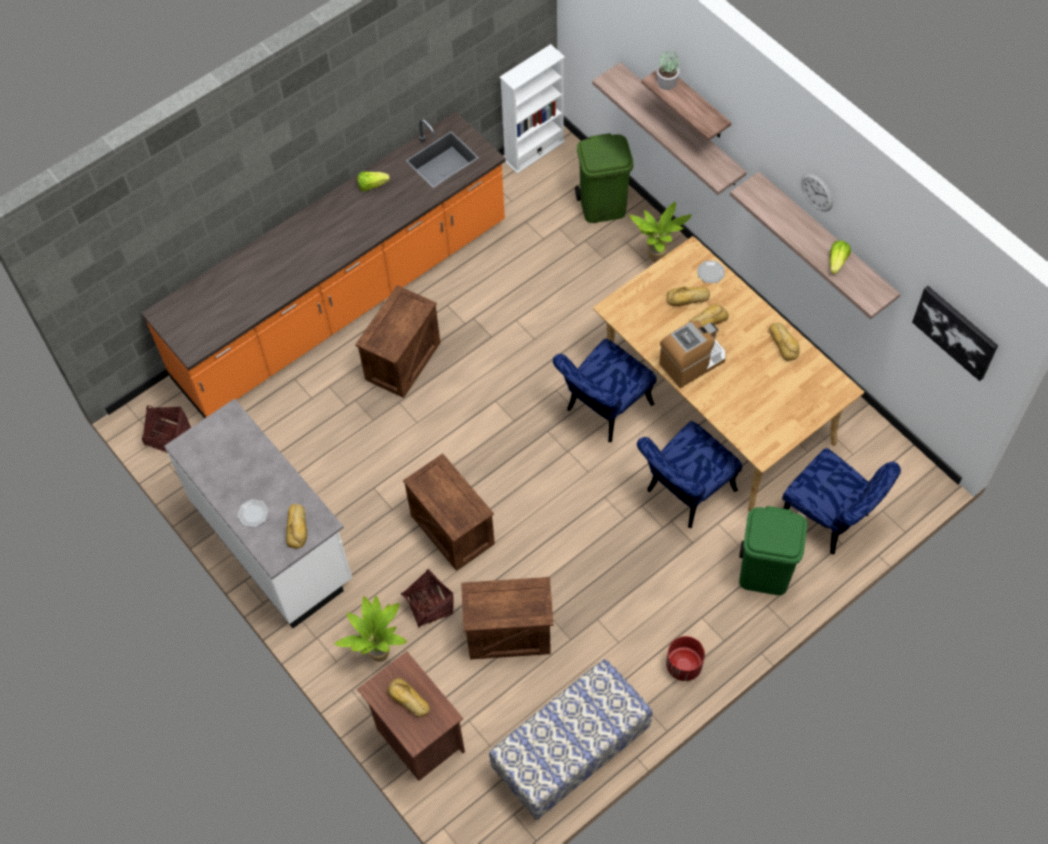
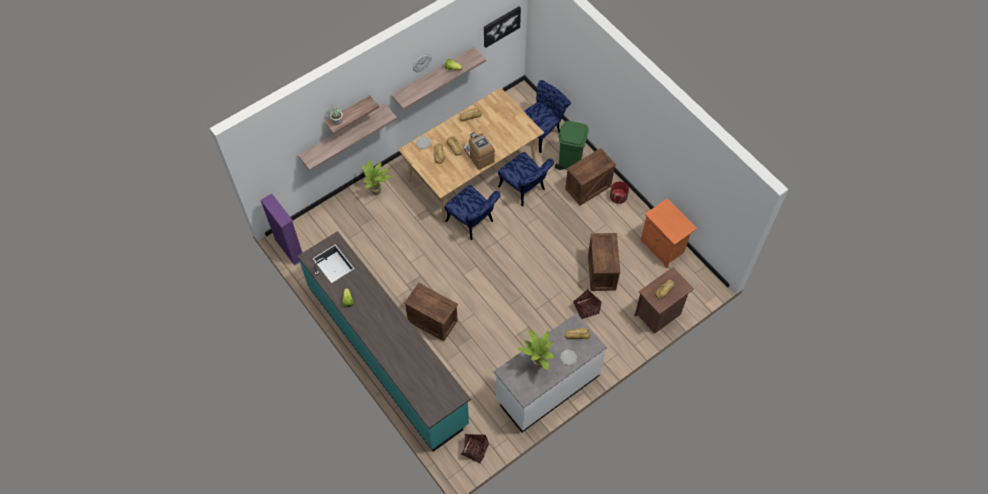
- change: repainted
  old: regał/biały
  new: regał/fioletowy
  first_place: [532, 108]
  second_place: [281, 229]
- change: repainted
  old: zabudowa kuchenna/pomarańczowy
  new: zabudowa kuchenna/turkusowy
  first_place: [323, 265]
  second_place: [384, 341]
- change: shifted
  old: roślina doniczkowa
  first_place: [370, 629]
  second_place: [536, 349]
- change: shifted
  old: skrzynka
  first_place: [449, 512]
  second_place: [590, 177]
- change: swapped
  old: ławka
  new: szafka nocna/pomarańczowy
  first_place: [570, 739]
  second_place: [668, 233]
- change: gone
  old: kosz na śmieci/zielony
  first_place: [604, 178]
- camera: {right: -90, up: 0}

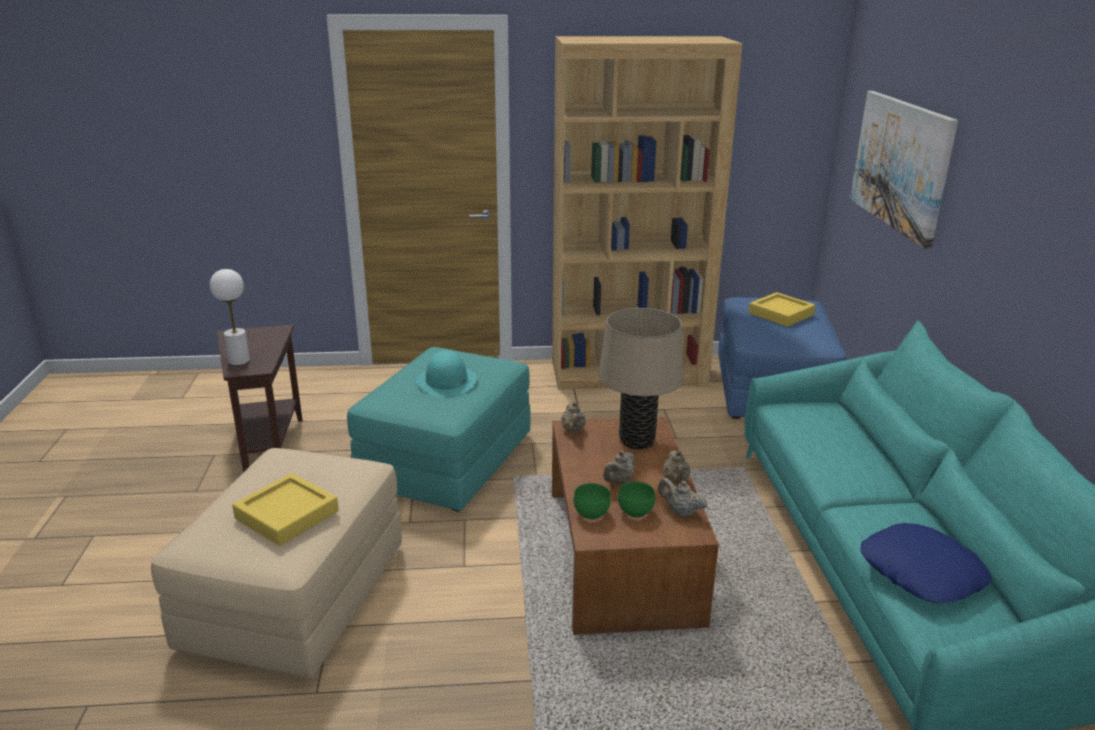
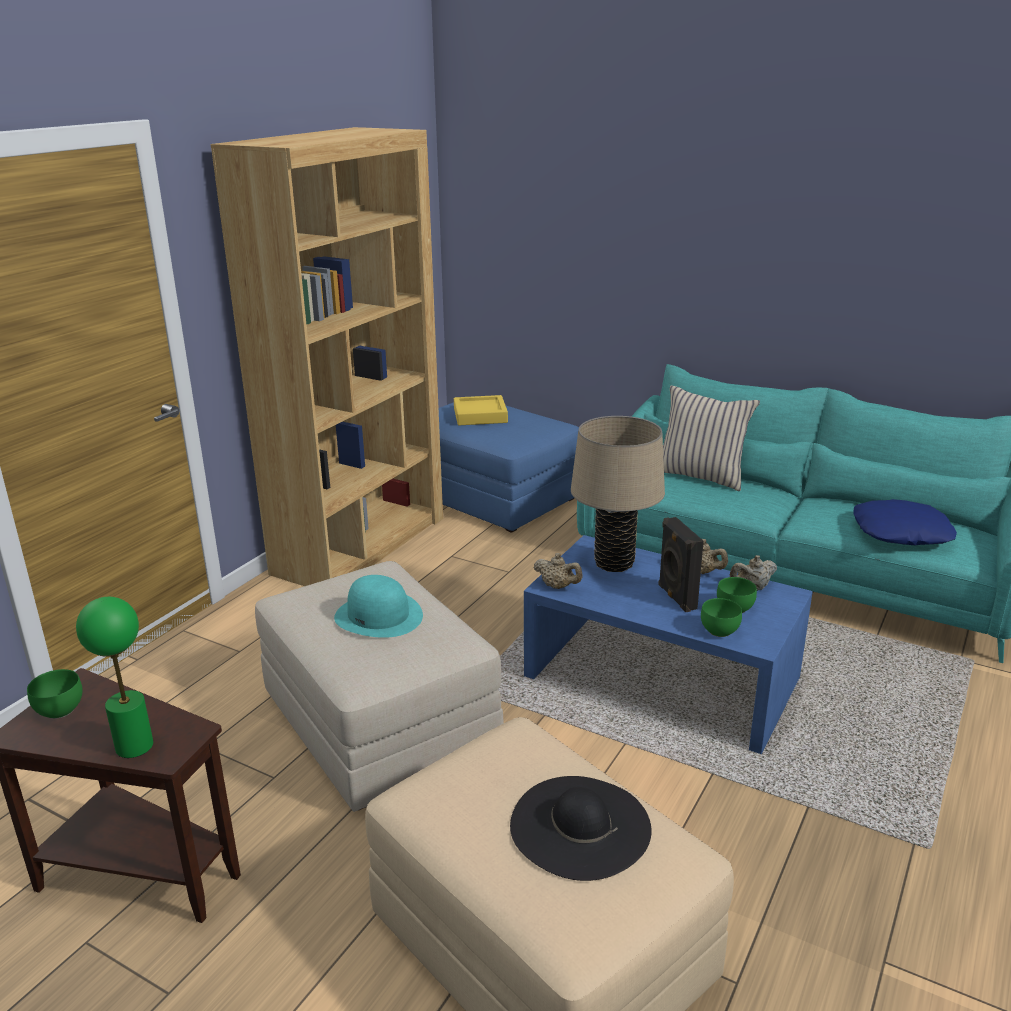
- change: new
  new: miska/zielony
  second_place: [55, 694]
- change: repainted
  old: lampa stołowa/biały
  new: lampa stołowa/zielony
  first_place: [230, 317]
  second_place: [114, 677]
- change: repainted
  old: pufa/turkusowy
  new: pufa/beżowy
  first_place: [439, 429]
  second_place: [379, 686]
- change: swapped
  old: taca/żółty
  new: kapelusz/czarny
  first_place: [285, 509]
  second_place: [580, 828]
- change: repainted
  old: ława/brązowy
  new: ława/niebieski
  first_place: [635, 526]
  second_place: [668, 644]
- change: swapped
  old: imbryk/beżowy
  new: głośnik/czarny
  first_place: [619, 467]
  second_place: [681, 564]
- change: new
  new: poduszka/beżowy
  second_place: [711, 438]
- change: gone
  old: obraz
  first_place: [904, 170]
- camera: {right: -55, up: 0}

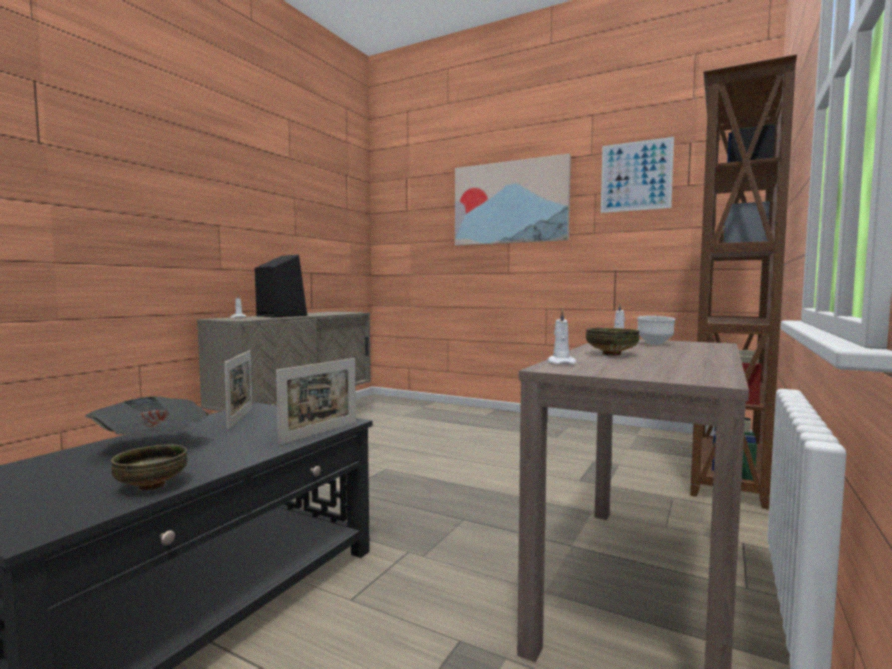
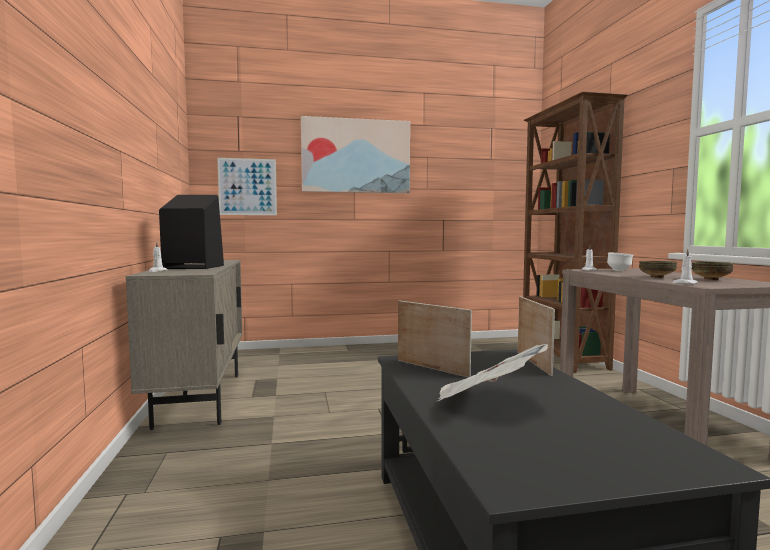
- change: shifted
  old: obraz
  first_place: [637, 175]
  second_place: [247, 186]
- change: shifted
  old: miska
  first_place: [149, 467]
  second_place: [712, 271]
- camera: {right: -40, up: 0}

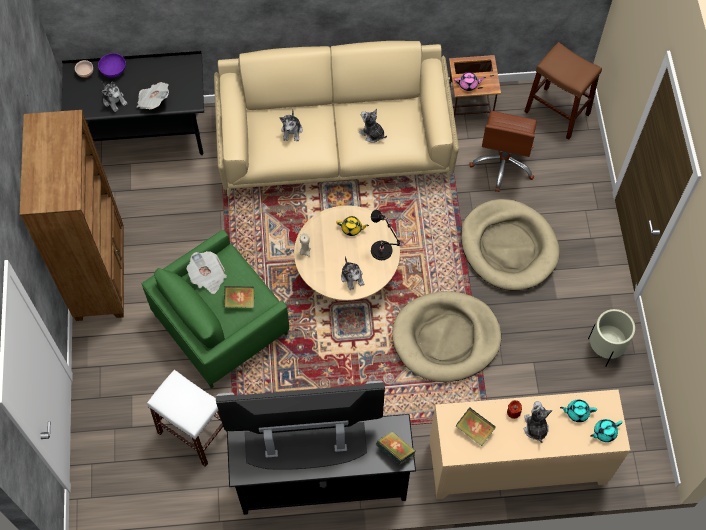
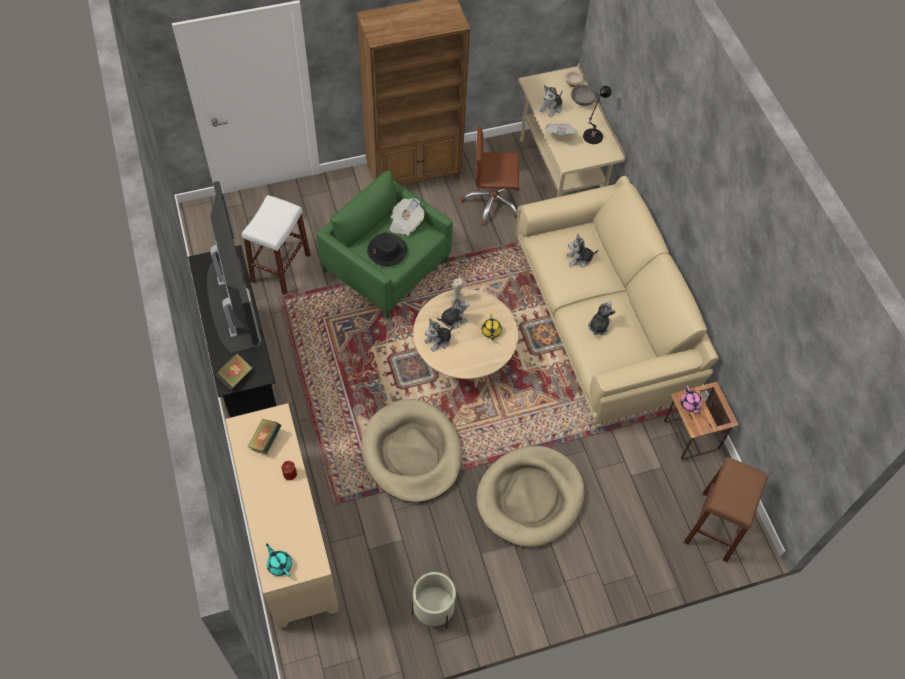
- change: swapped
  old: książka
  new: kapelusz/czarny
  first_place: [239, 297]
  second_place: [387, 249]
- change: shifted
  old: pluszak
  first_place: [538, 422]
  second_place: [453, 313]
- change: shifted
  old: krzesło biurowe/brązowy
  first_place: [503, 151]
  second_place: [490, 176]
- change: repainted
  old: biurko/czarny
  new: biurko/beżowy
  first_place: [133, 103]
  second_place: [572, 130]
- change: repainted
  old: miska/fioletowy
  new: miska/szary
  first_place: [112, 65]
  second_place: [584, 95]
- change: shifted
  old: lampa stołowa/czarny
  first_place: [387, 235]
  second_place: [597, 115]
- change: gone
  old: imbryk/turkusowy
  first_place: [578, 410]
- camera: {right: 75, up: -5}

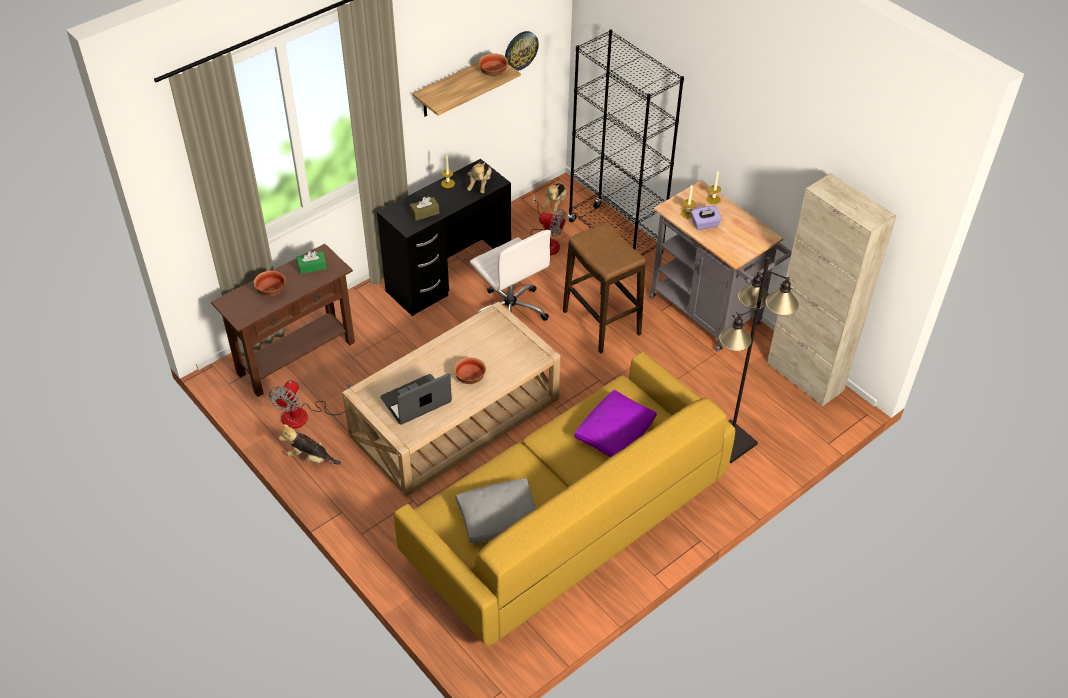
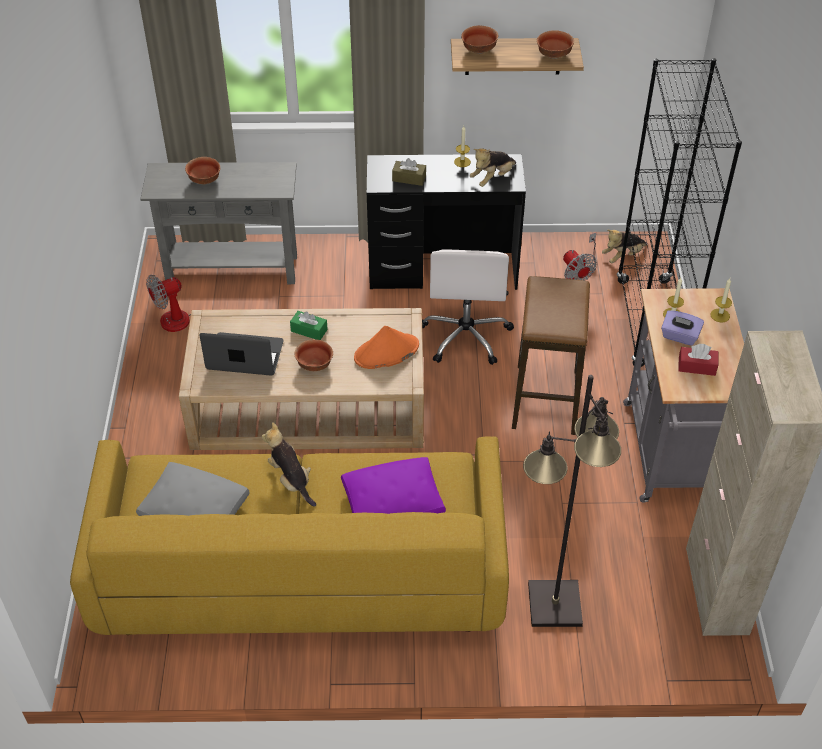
- change: repainted
  old: stolik konsolowy/brązowy
  new: stolik konsolowy/szary
  first_place: [283, 320]
  second_place: [219, 223]
- change: shifted
  old: pluszak
  first_place: [310, 444]
  second_place: [289, 464]
- change: shifted
  old: pudełko chusteczek/zielony
  first_place: [311, 262]
  second_place: [309, 325]
- change: new
  new: kapelusz/pomarańczowy
  second_place: [386, 347]
- change: new
  new: miska
  second_place: [479, 40]
- change: new
  new: pudełko chusteczek/czerwony
  second_place: [698, 360]
- change: gone
  old: zegar ścienny
  first_place: [522, 51]
- camera: {right: 40, up: 0}

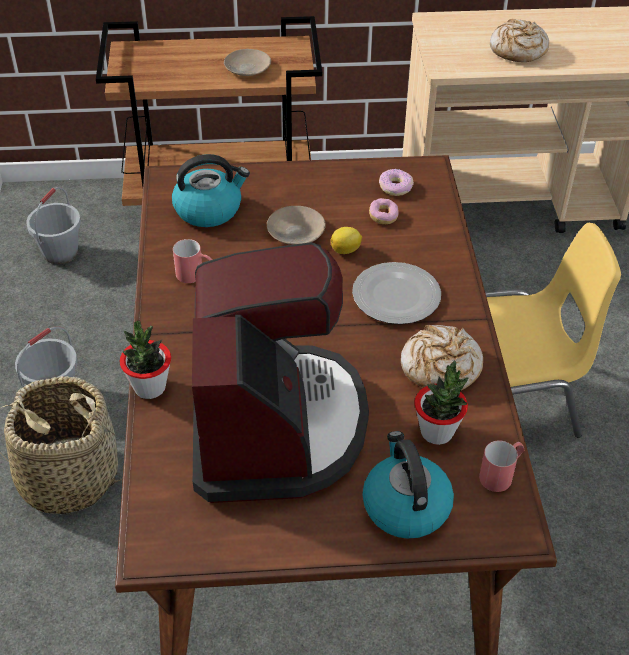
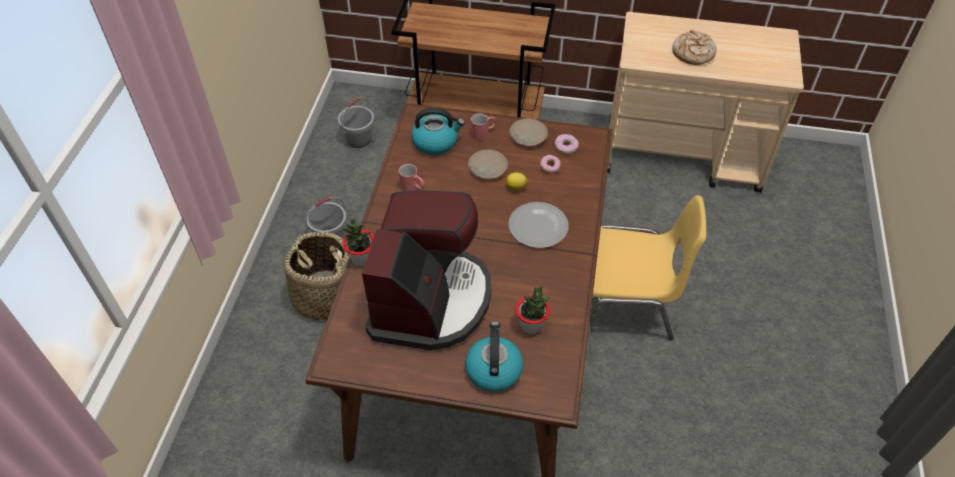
- change: shifted
  old: kubek/czerwony
  first_place: [501, 466]
  second_place: [483, 127]
- change: shifted
  old: talerz/beżowy
  first_place: [247, 62]
  second_place: [528, 132]
- change: gone
  old: chleb
  first_place: [442, 357]
- camera: {right: 15, up: 5}

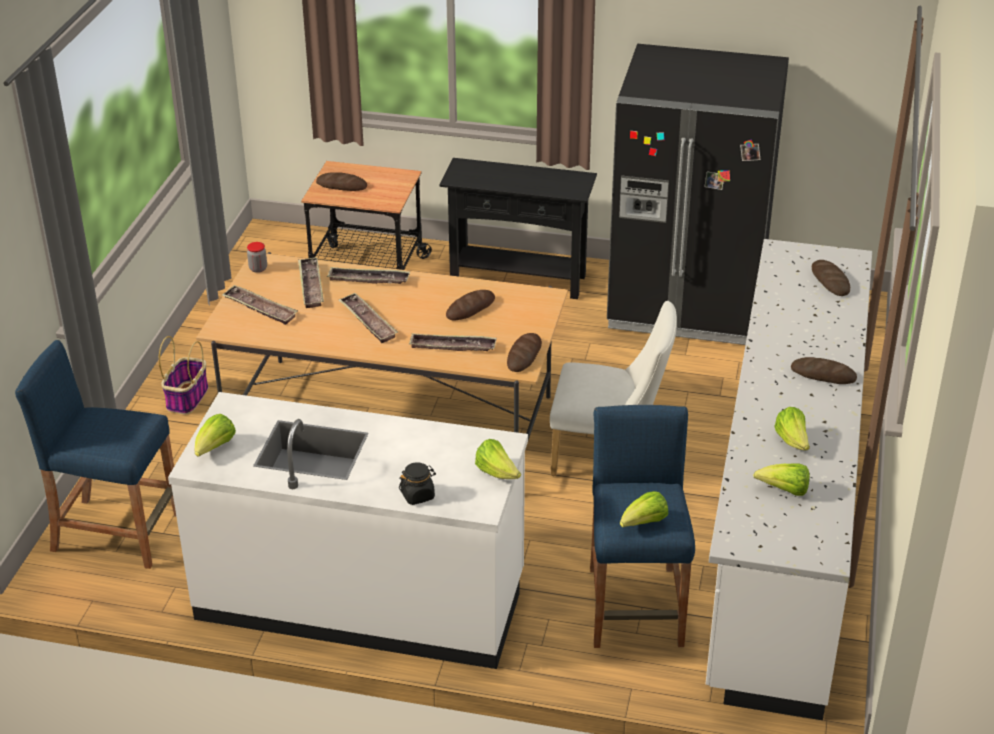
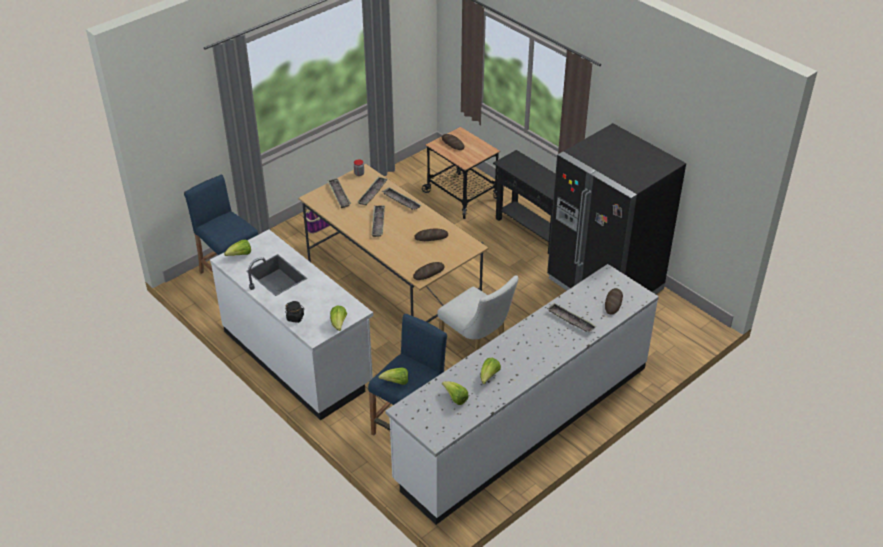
- change: shifted
  old: taca
  first_place: [453, 342]
  second_place: [571, 317]
- change: gone
  old: chleb
  first_place: [824, 370]
- camera: {right: 35, up: 5}

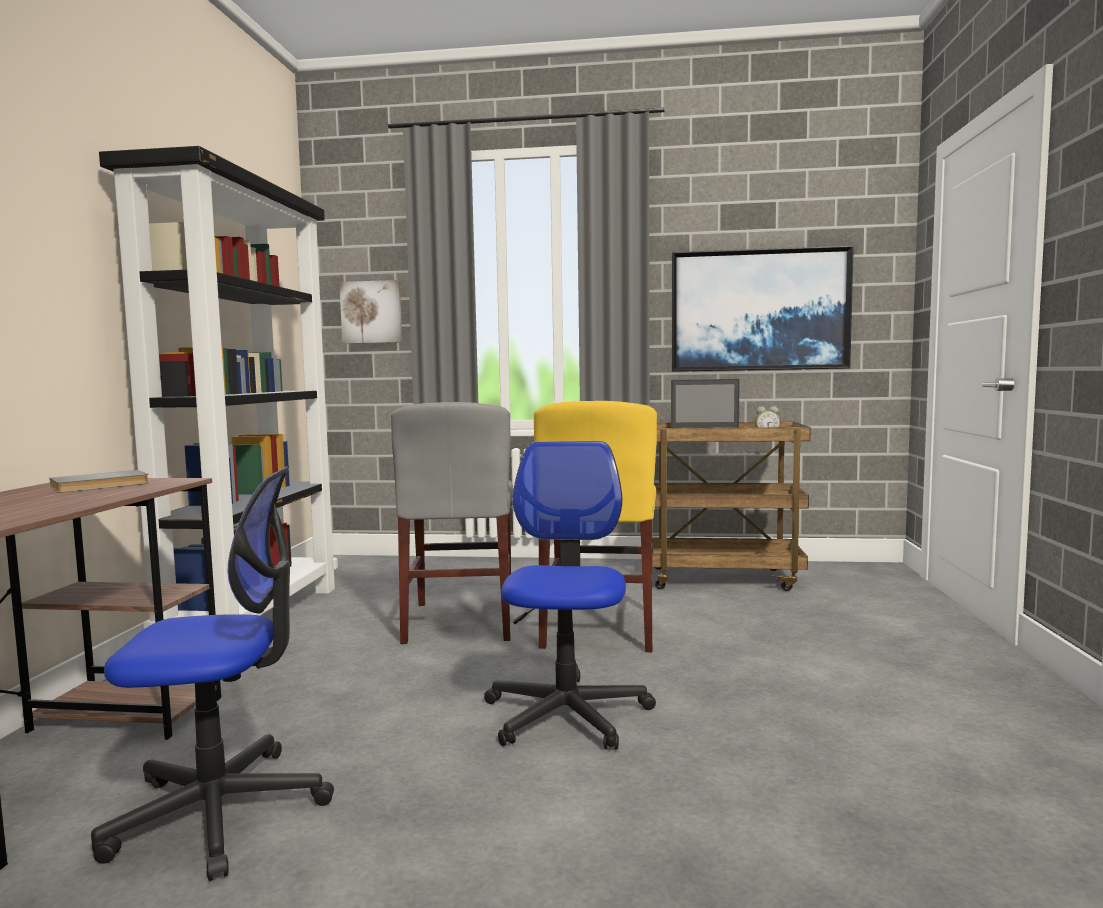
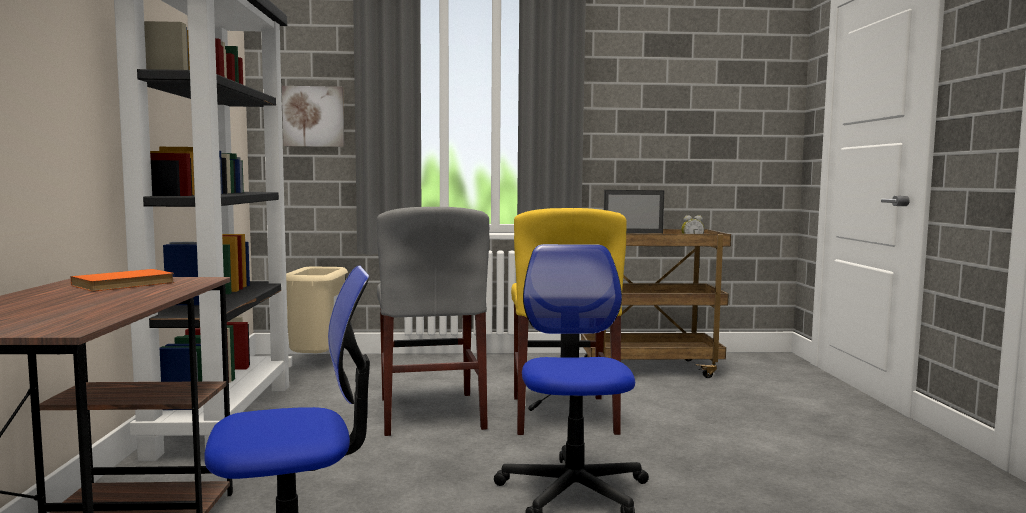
- change: repainted
  old: książka/szary
  new: książka/pomarańczowy
  first_place: [99, 481]
  second_place: [122, 280]
- change: new
  new: kosz na śmieci/beżowy
  second_place: [317, 309]
- change: gone
  old: obraz
  first_place: [763, 309]
- camera: {right: -10, up: 0}

